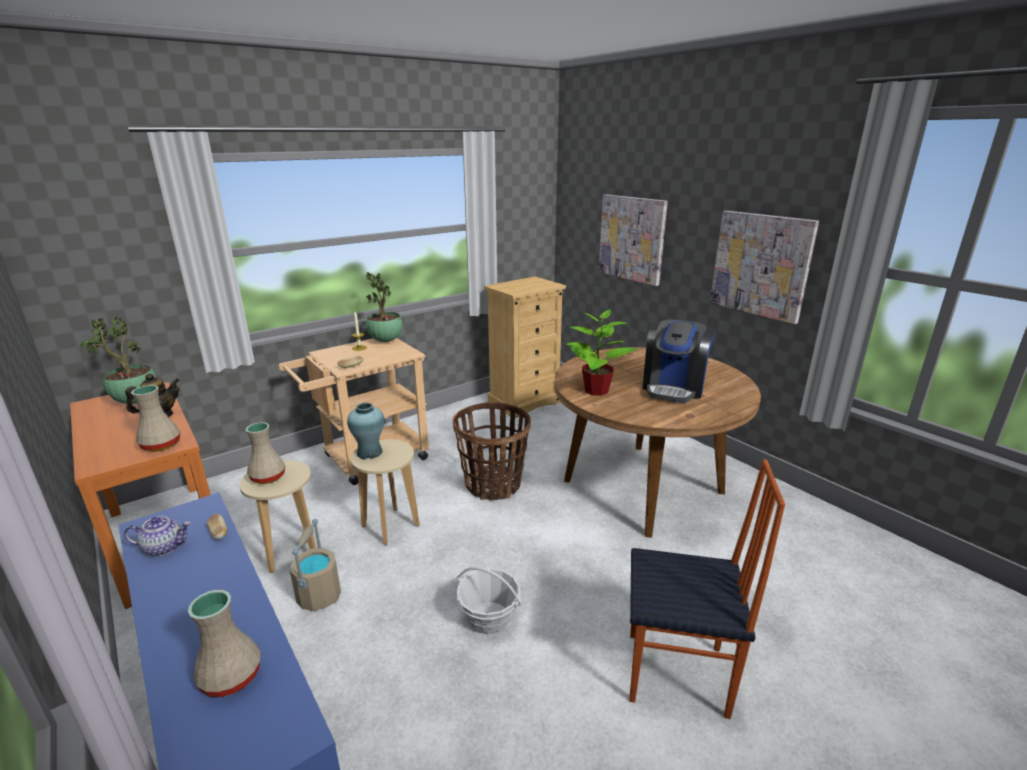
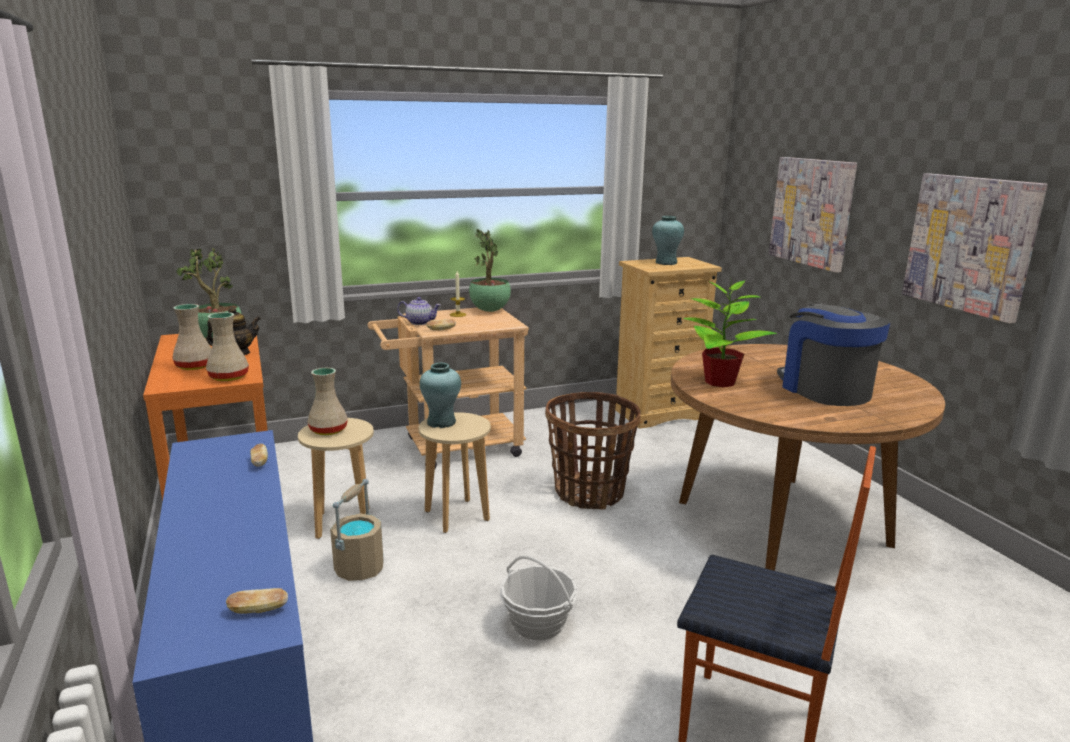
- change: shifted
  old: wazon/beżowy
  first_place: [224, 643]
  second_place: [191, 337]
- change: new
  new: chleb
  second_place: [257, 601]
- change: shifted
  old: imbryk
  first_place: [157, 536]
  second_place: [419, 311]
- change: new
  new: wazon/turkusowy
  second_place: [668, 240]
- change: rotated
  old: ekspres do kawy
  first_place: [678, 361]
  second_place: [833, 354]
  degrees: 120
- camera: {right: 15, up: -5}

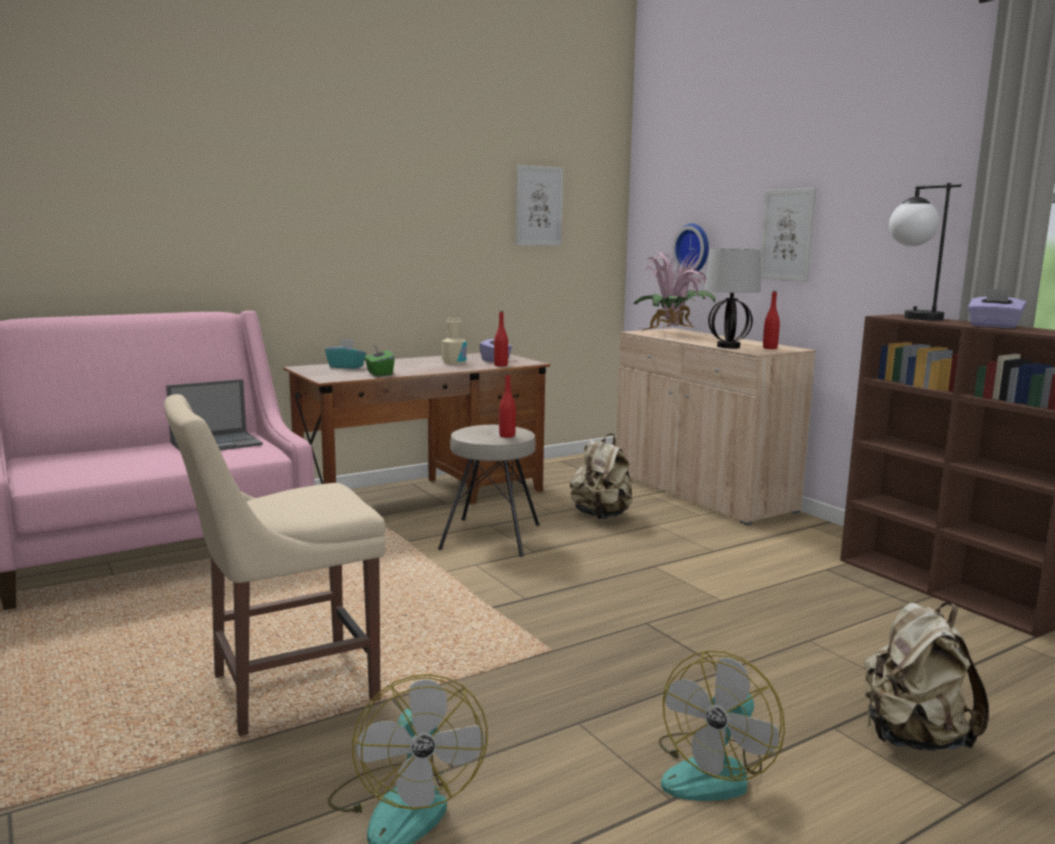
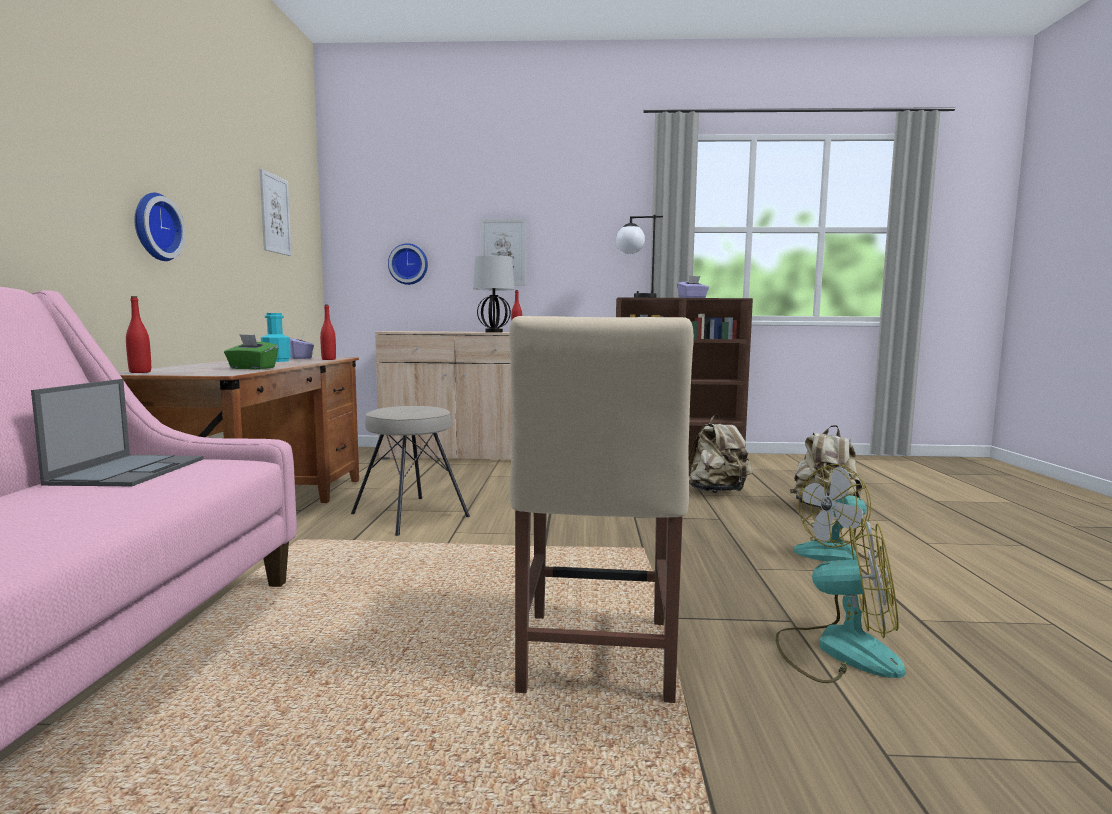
- change: shifted
  old: butelka/czerwony
  first_place: [507, 405]
  second_place: [138, 334]
- change: new
  new: zegar ścienny
  second_place: [160, 227]
- change: repainted
  old: butelka/beżowy
  new: butelka/turkusowy
  first_place: [454, 341]
  second_place: [276, 337]
- change: shifted
  old: plecak/beżowy
  first_place: [601, 476]
  second_place: [720, 454]
- change: rotated
  old: wentylator
  first_place: [722, 725]
  second_place: [835, 513]
  degrees: 90
- change: gone
  old: pudełko chusteczek/turkusowy
  first_place: [346, 354]
- change: gone
  old: roślina doniczkowa
  first_place: [674, 290]
- camera: {right: -55, up: -5}

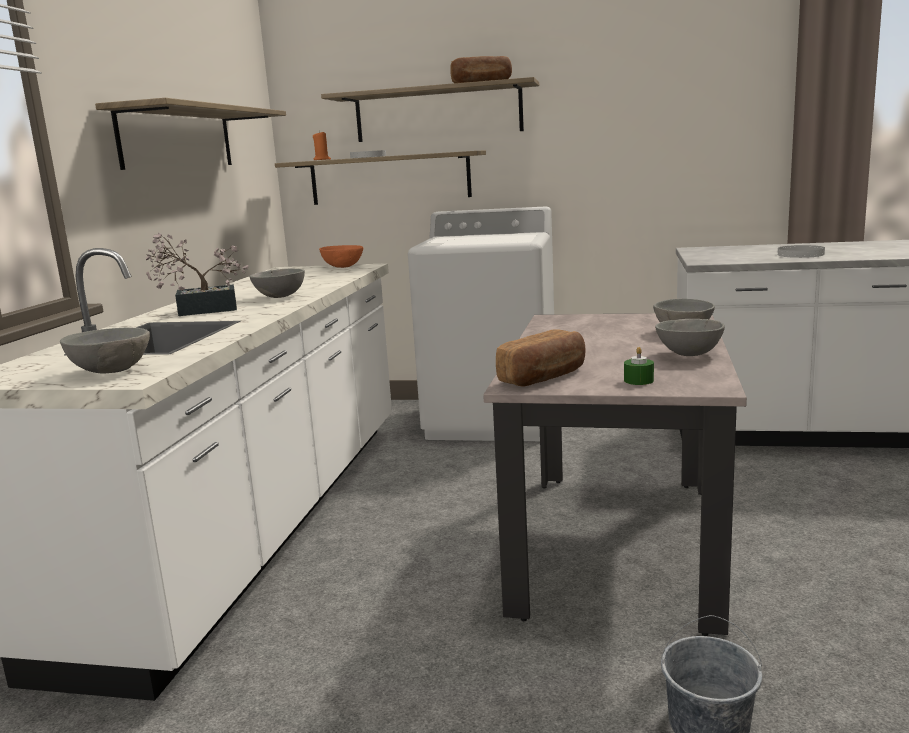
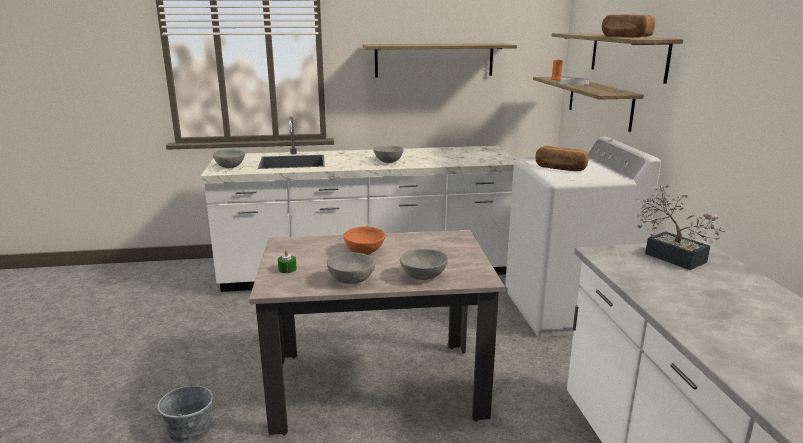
- change: shifted
  old: miska/pomarańczowy
  first_place: [341, 256]
  second_place: [364, 240]
- change: shifted
  old: chleb
  first_place: [541, 358]
  second_place: [562, 158]
- change: shifted
  old: roślina doniczkowa
  first_place: [197, 274]
  second_place: [681, 227]
- change: gone
  old: talerz/biały
  first_place: [801, 251]
- camera: {right: 70, up: 5}

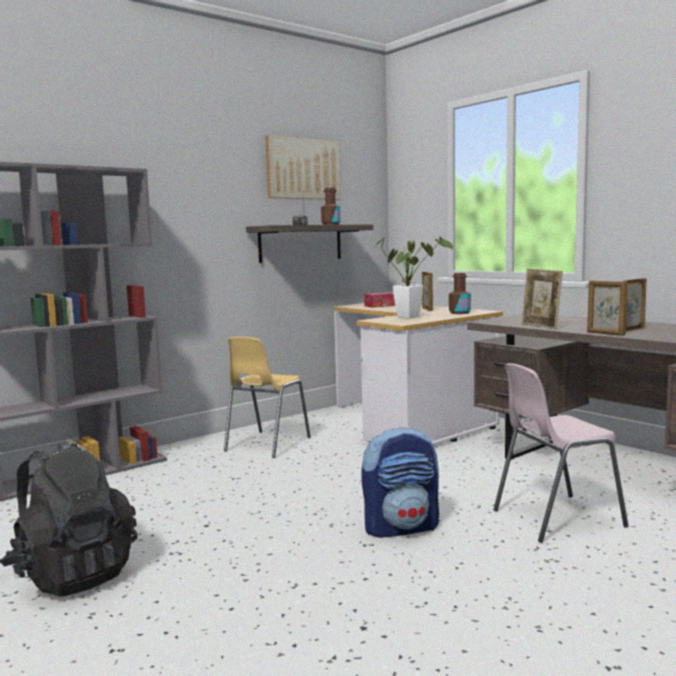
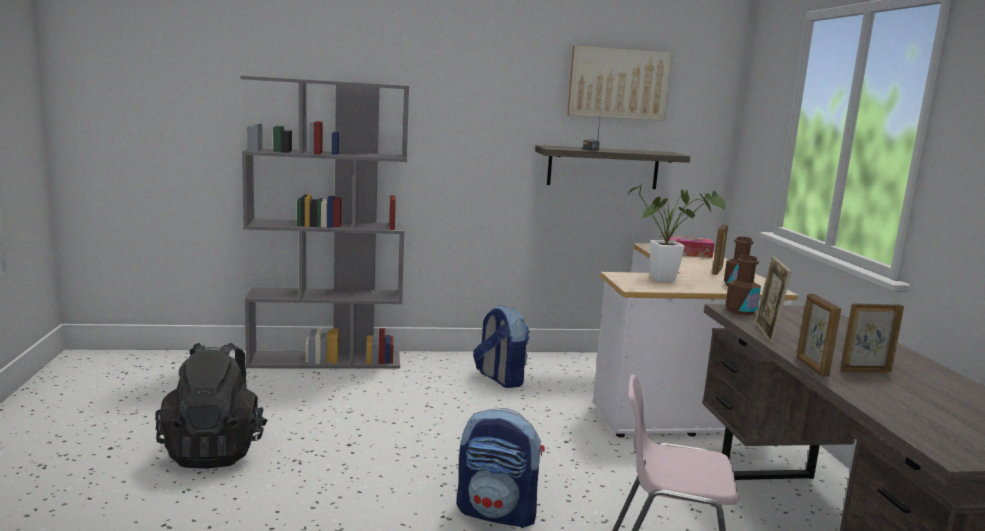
- change: swapped
  old: krzesło/żółty
  new: plecak
  first_place: [267, 397]
  second_place: [501, 346]
- change: shifted
  old: butelka/brązowy
  first_place: [331, 206]
  second_place: [743, 285]
- camera: {right: 30, up: 5}

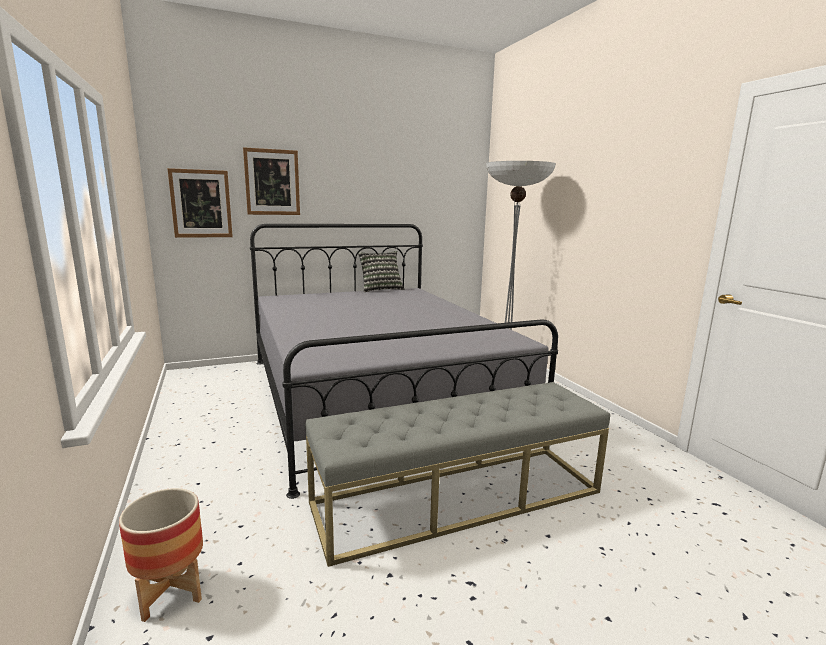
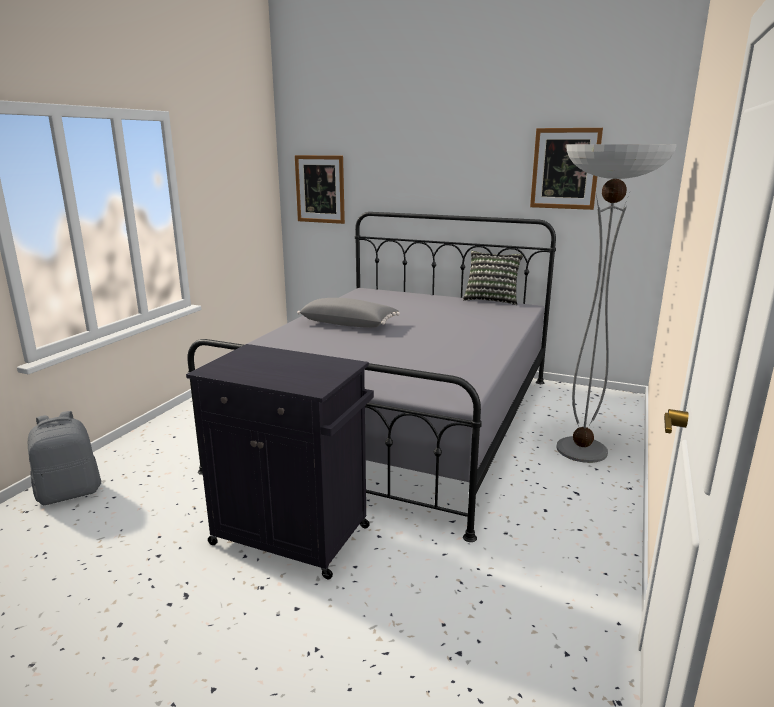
- change: swapped
  old: donica
  new: plecak/szary
  first_place: [161, 555]
  second_place: [64, 458]
- change: swapped
  old: ławka/szary
  new: szafka/czarny
  first_place: [457, 474]
  second_place: [280, 461]
- change: new
  new: poduszka/szary
  second_place: [348, 313]
- change: shifted
  old: obraz
  first_place: [271, 181]
  second_place: [566, 169]
- camera: {right: 45, up: 5}

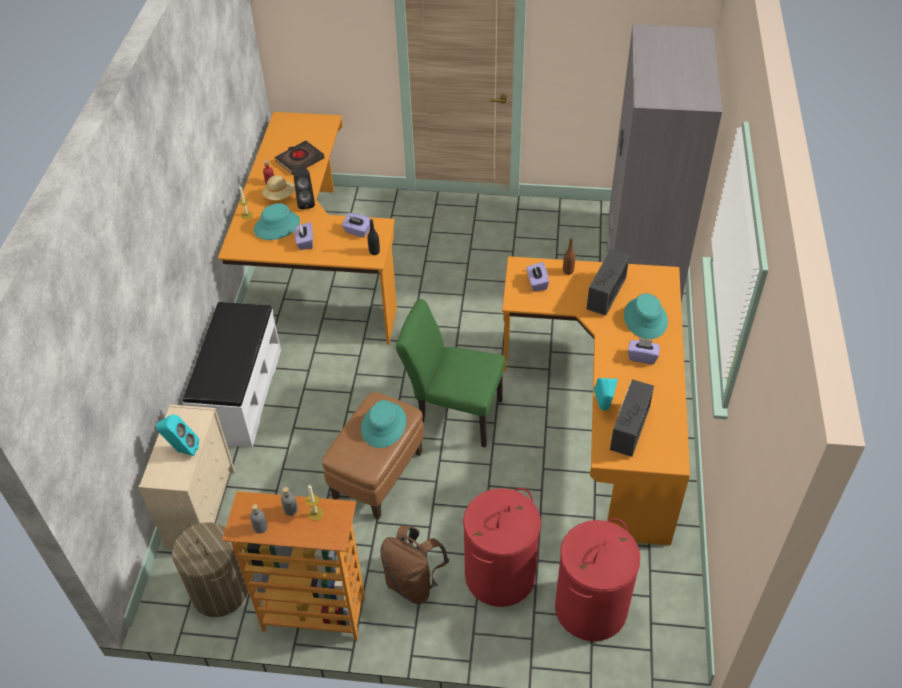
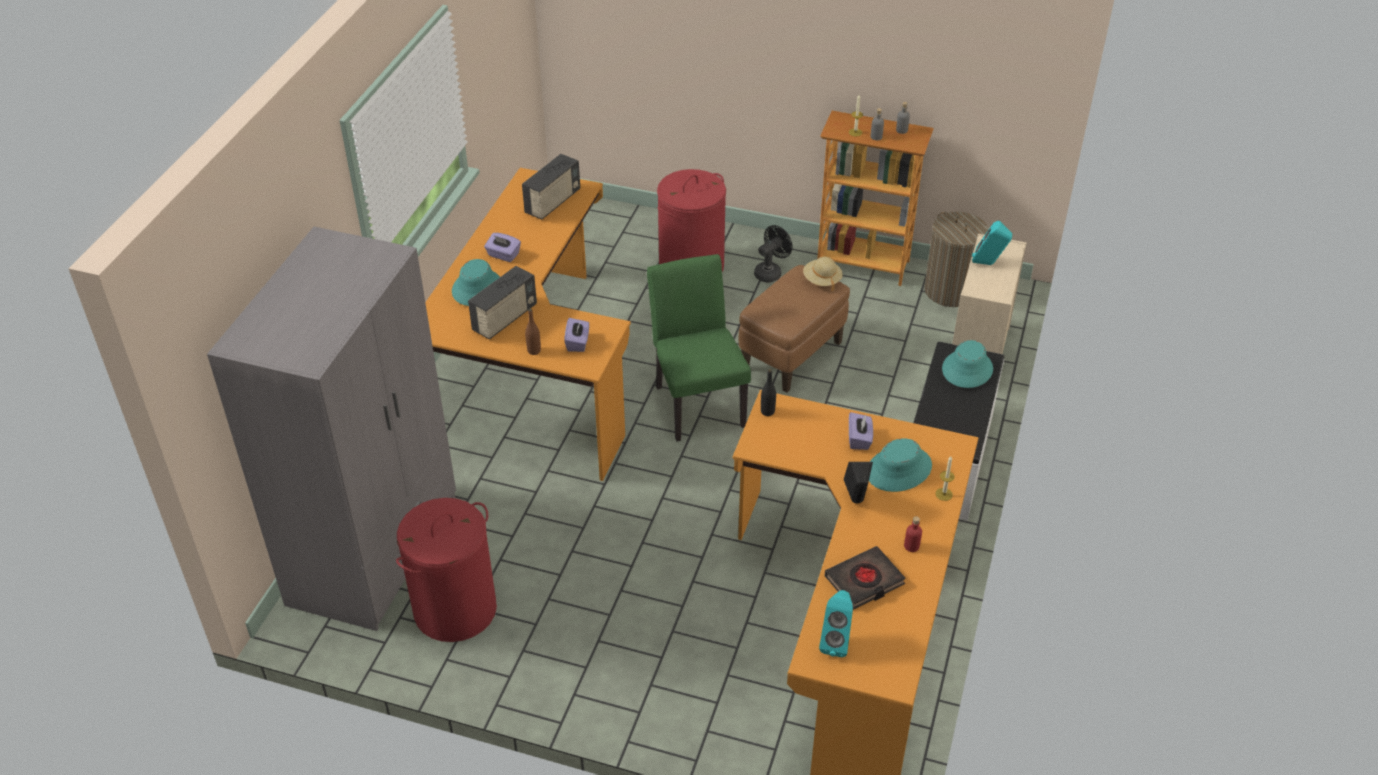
- change: shifted
  old: kosz na pranie/czerwony
  first_place: [597, 579]
  second_place: [446, 570]
- change: rotated
  old: krzesło/zielony
  first_place: [450, 373]
  second_place: [699, 348]
  degrees: -135
- change: swapped
  old: plecak/brązowy
  new: wentylator/czarny
  first_place: [414, 565]
  second_place: [773, 254]
- change: shifted
  old: kapelusz/beżowy
  first_place: [278, 187]
  second_place: [823, 274]
- change: shifted
  old: głośnik/turkusowy
  first_place: [606, 394]
  second_place: [836, 623]
- change: shifted
  old: kapelusz/turkusowy
  first_place: [383, 424]
  second_place: [967, 364]
- change: gone
  old: pudełko chusteczek/fioletowy
  first_place: [356, 225]
- camera: {right: -170, up: -5}

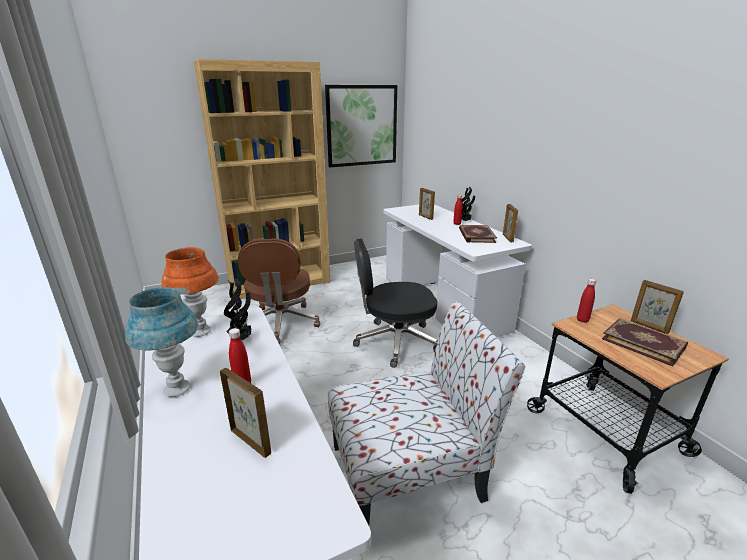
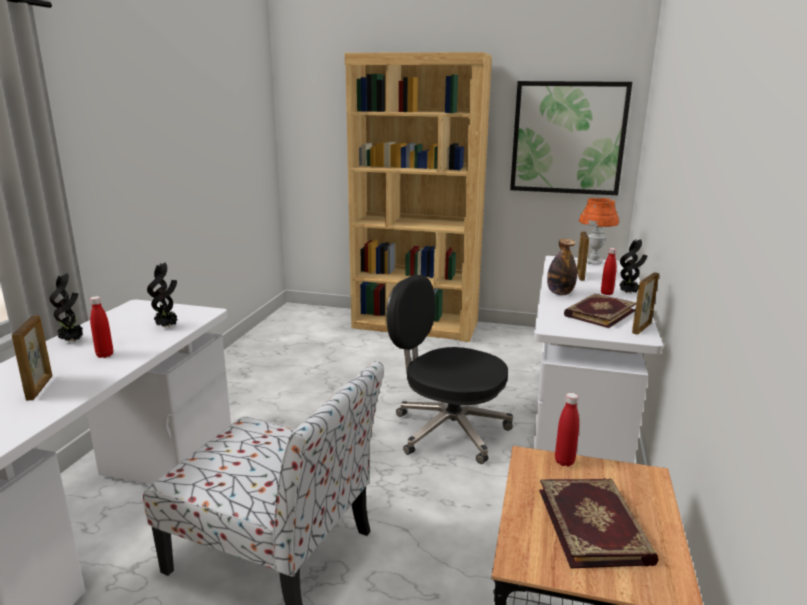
- change: swapped
  old: lampa stołowa/niebieski
  new: roślina doniczkowa
  first_place: [161, 342]
  second_place: [66, 307]
- change: new
  new: butelka
  second_place: [562, 267]
- change: shifted
  old: lampa stołowa/pomarańczowy
  first_place: [190, 292]
  second_place: [599, 231]
- change: gone
  old: krzesło biurowe/brązowy
  first_place: [279, 291]
- change: gone
  old: ramka na zdjęcie
  first_place: [657, 307]
- camera: {right: 40, up: -5}

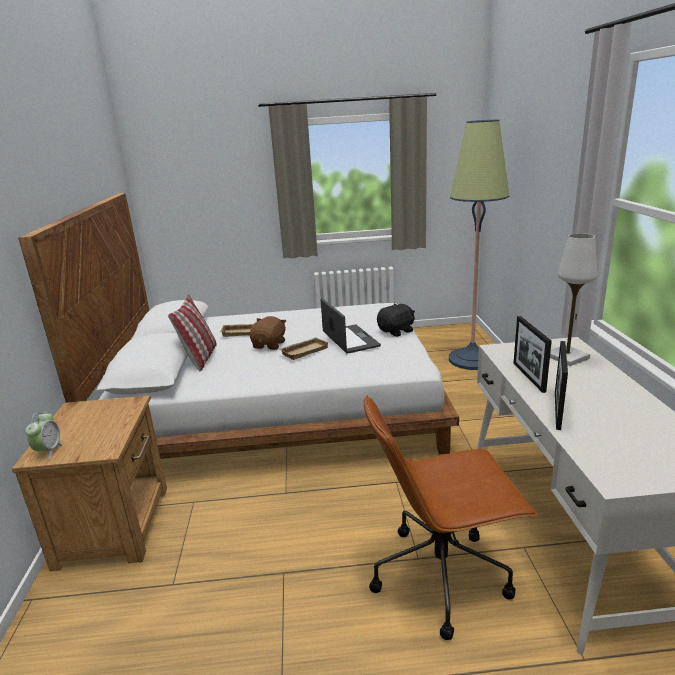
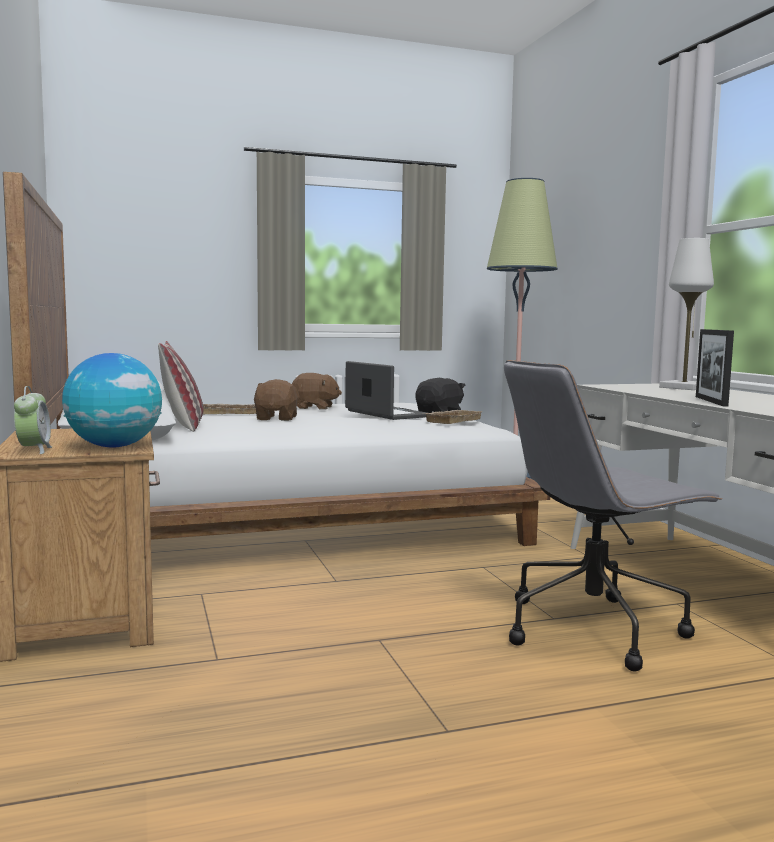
- change: new
  new: globus
  second_place: [112, 400]
- change: new
  new: pluszak/brązowy
  second_place: [317, 391]
- change: shifted
  old: taca/beżowy
  first_place: [304, 348]
  second_place: [453, 417]
- change: repainted
  old: krzesło biurowe/brązowy
  new: krzesło biurowe/szary
  first_place: [451, 517]
  second_place: [613, 515]
- change: gone
  old: ramka na zdjęcie
  first_place: [532, 354]
- camera: {right: -15, up: -15}

